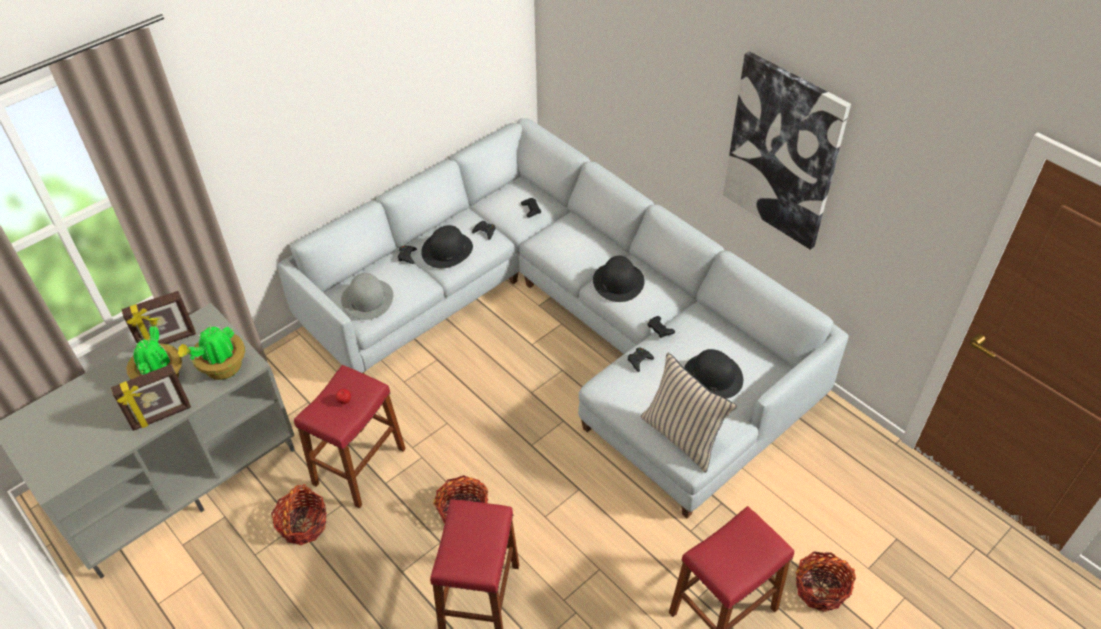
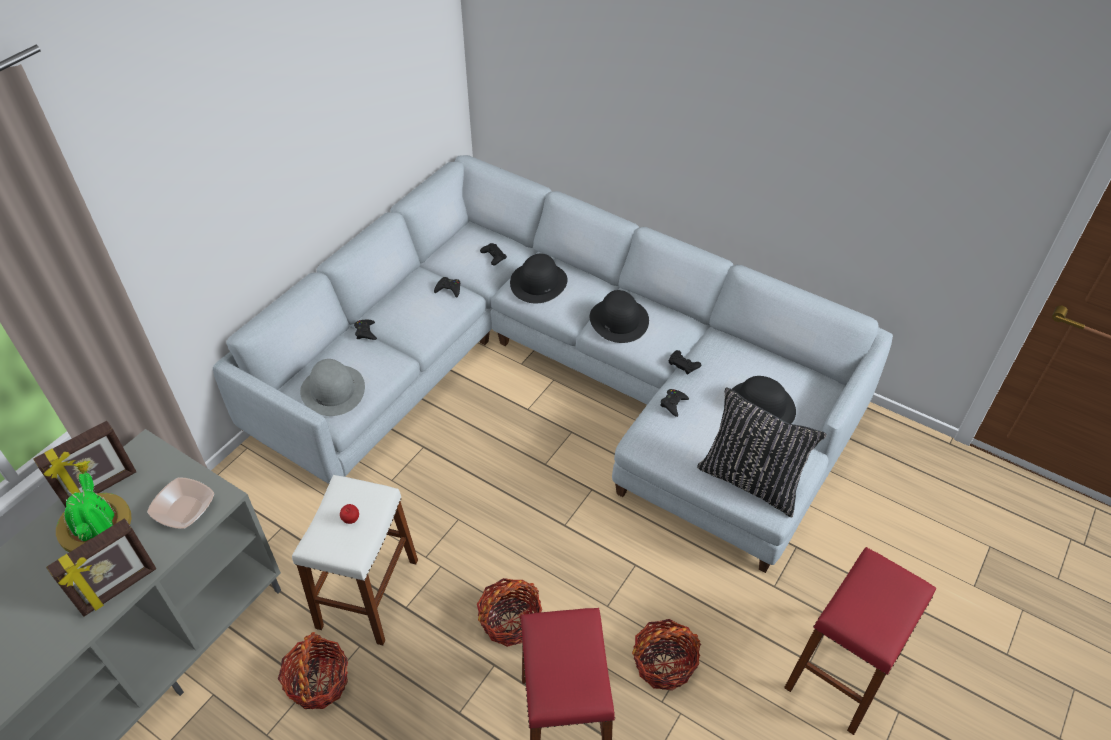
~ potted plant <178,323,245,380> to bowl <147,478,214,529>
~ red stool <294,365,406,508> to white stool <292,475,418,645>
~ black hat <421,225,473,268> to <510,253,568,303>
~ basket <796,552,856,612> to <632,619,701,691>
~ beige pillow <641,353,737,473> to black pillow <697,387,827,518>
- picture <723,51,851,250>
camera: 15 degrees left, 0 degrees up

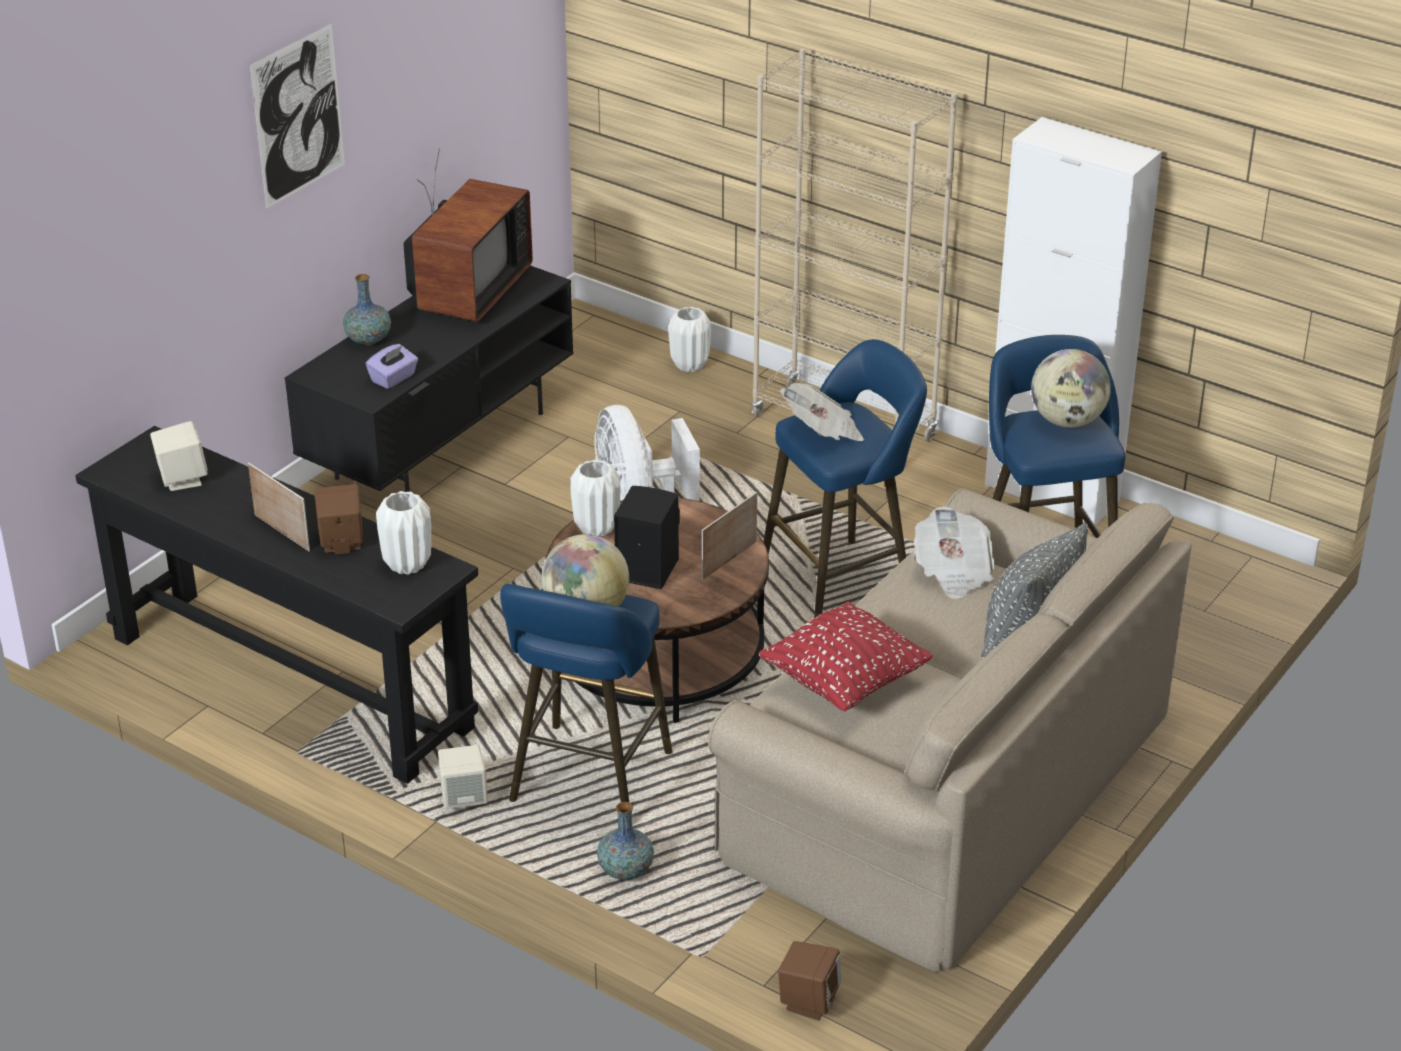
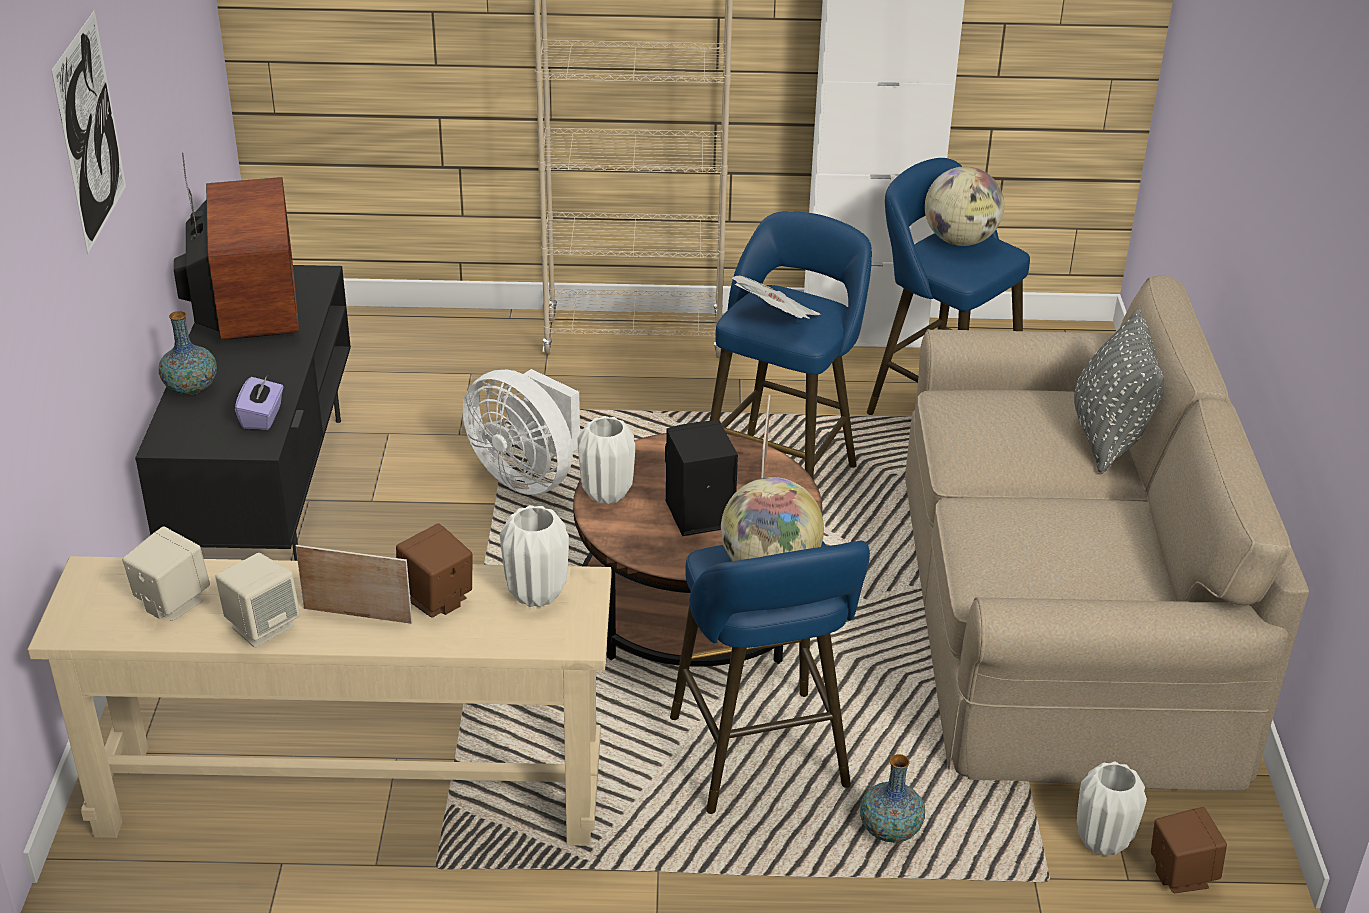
~ black console table <75,426,478,784> to beige console table <28,556,612,846>
~ beige speaker <438,745,488,809> to <215,553,300,648>
~ white vase <668,307,711,372> to <1077,761,1147,856>
- red pillow <759,602,933,711>
- newspaper <913,506,994,599>
camera: 35 degrees left, 0 degrees up

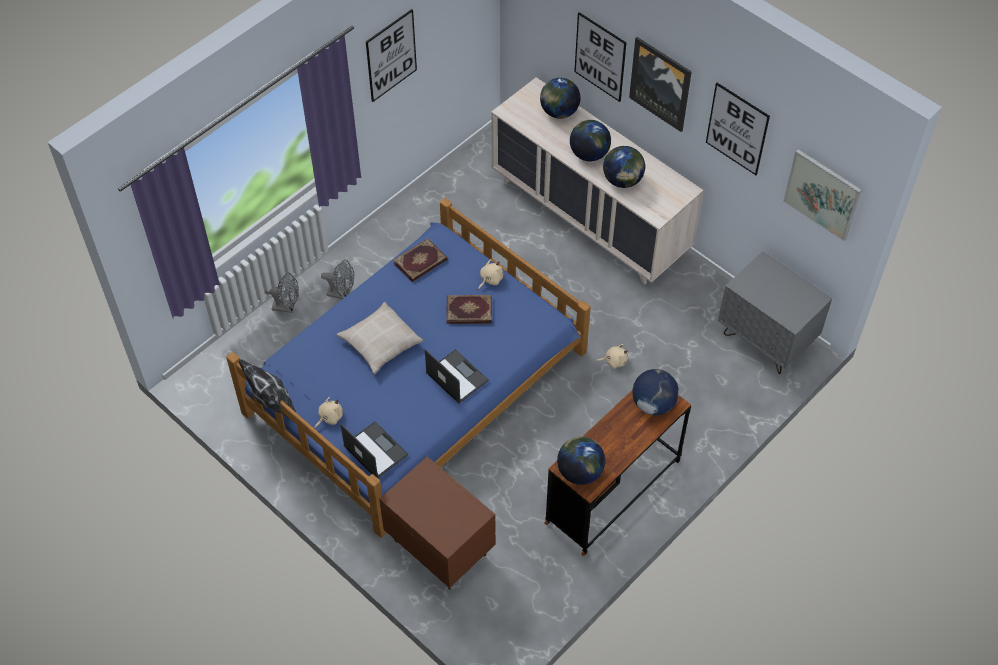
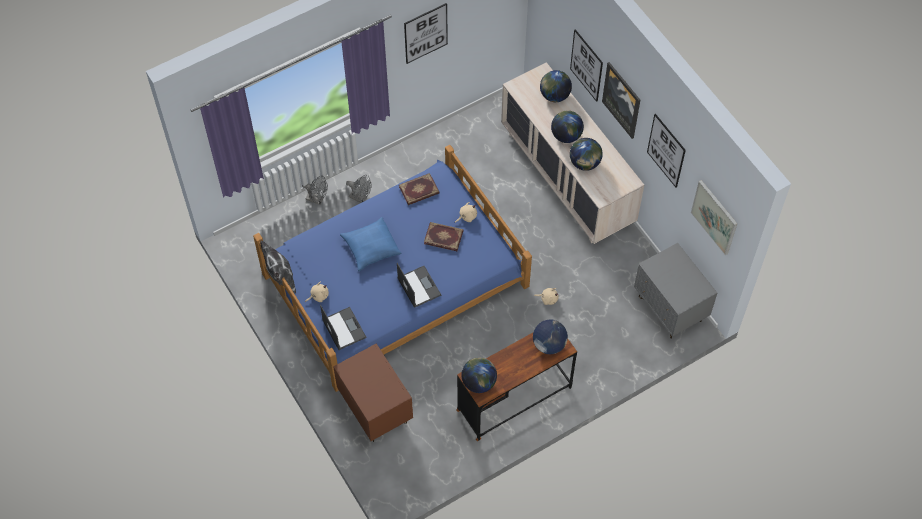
~ beige pillow <336,302,423,374> to blue pillow <340,217,401,271>
camera: 15 degrees right, 5 degrees up

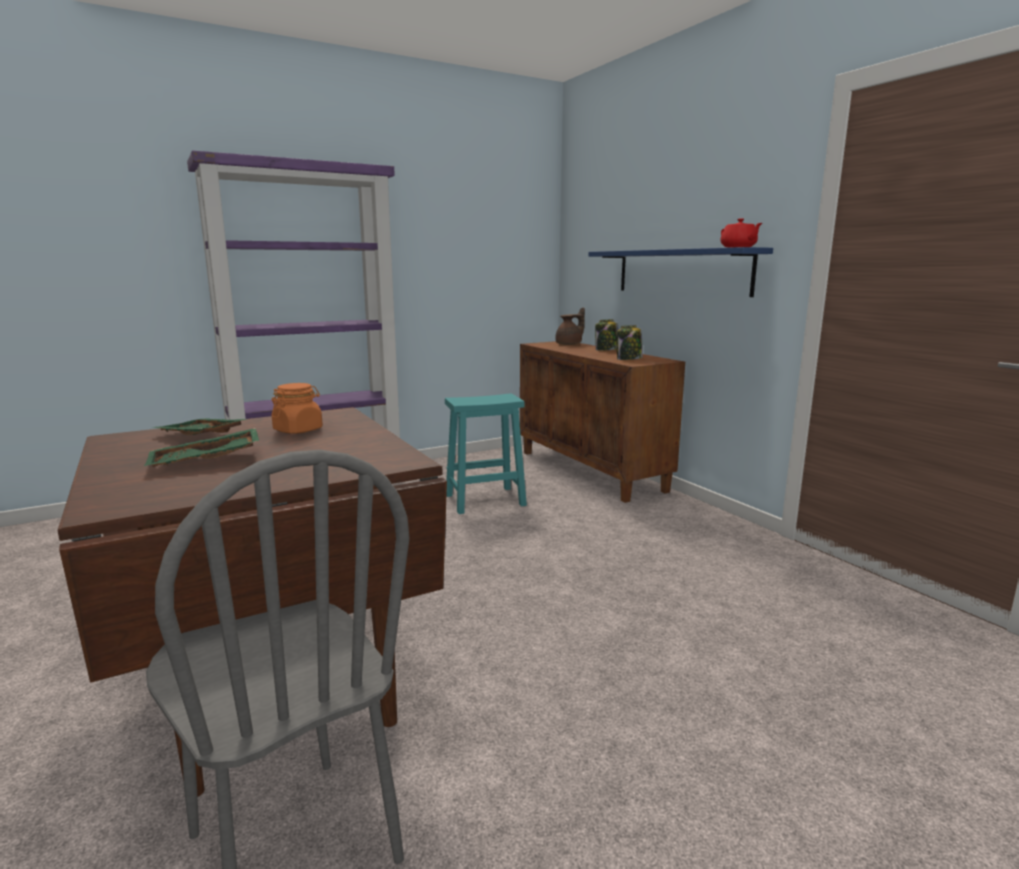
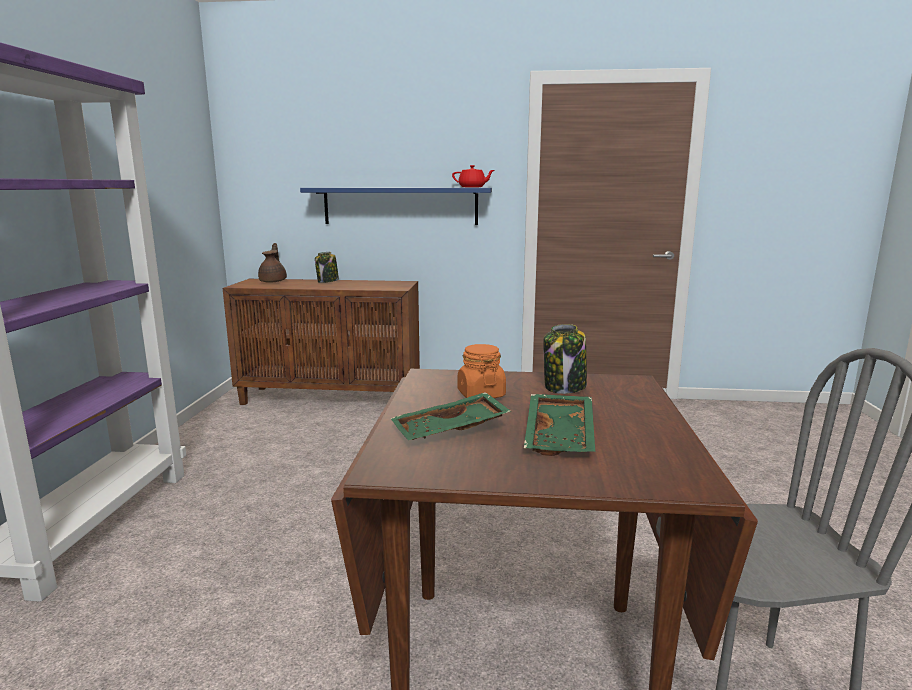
~ jar <616,325,643,360> to <543,324,587,394>
- turquoise stool <445,394,527,514>
camera: 55 degrees left, 0 degrees up

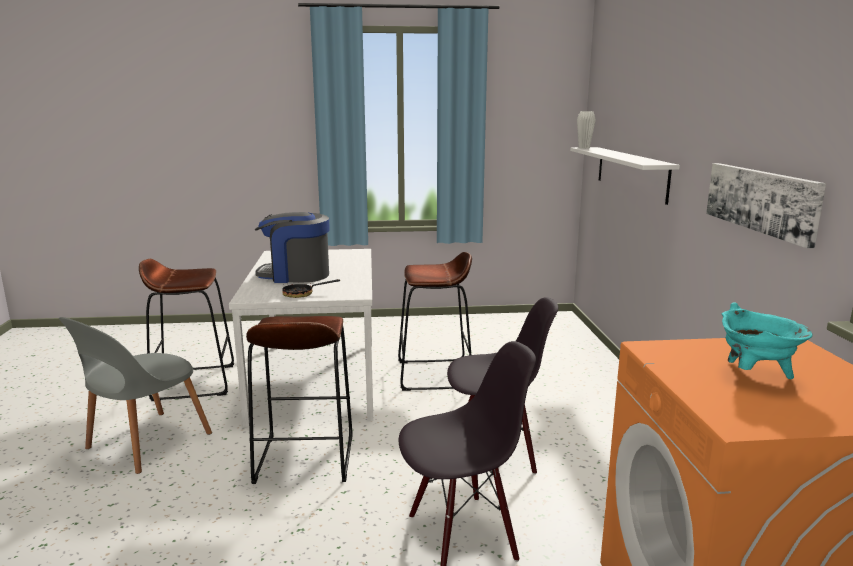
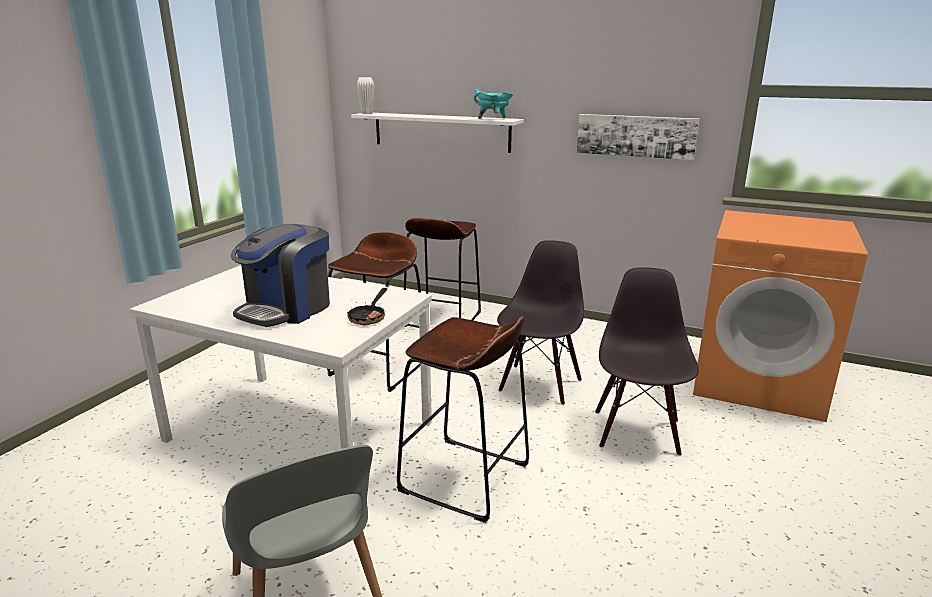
~ brown stool <139,259,234,401> to <404,218,481,327>
~ turquoise cooking pot <722,302,813,379> to <473,89,514,119>
camera: 60 degrees left, 5 degrees up

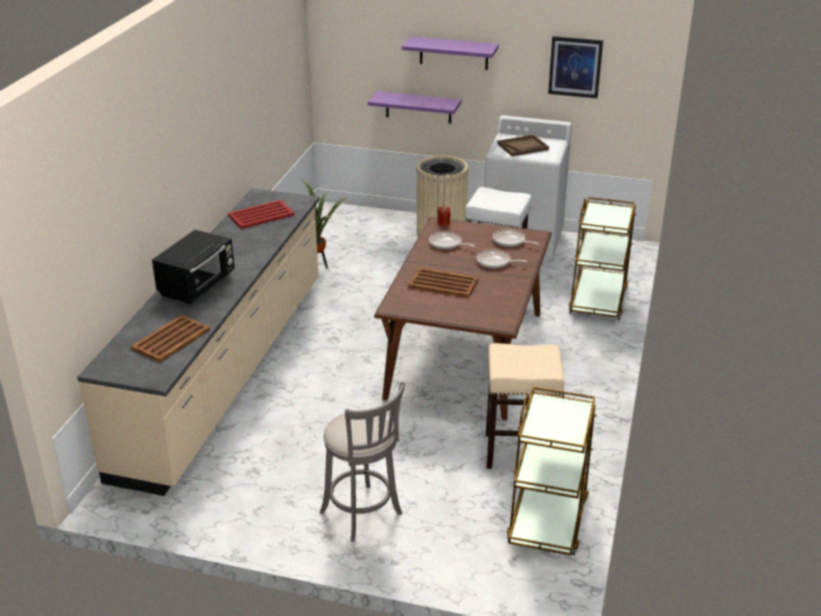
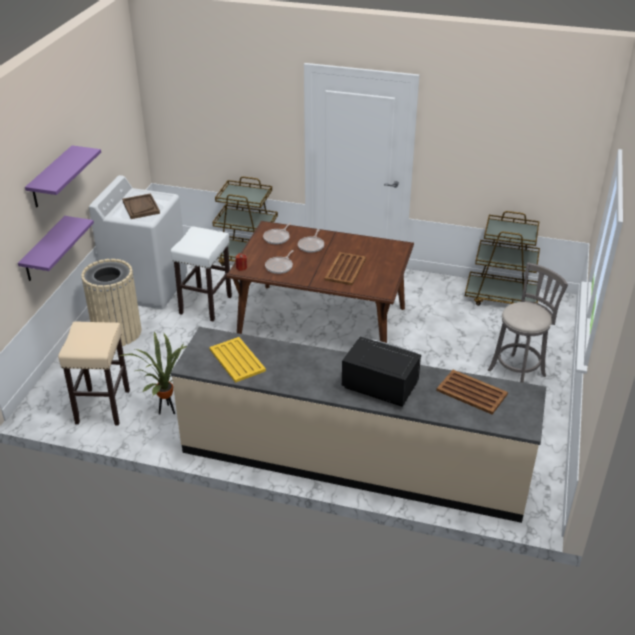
~ beige stool <486,343,565,469> to <58,321,130,426>
~ red tray <228,200,295,229> to yellow tray <209,337,266,383>
- picture <548,36,603,98>
camera: 90 degrees left, 5 degrees up

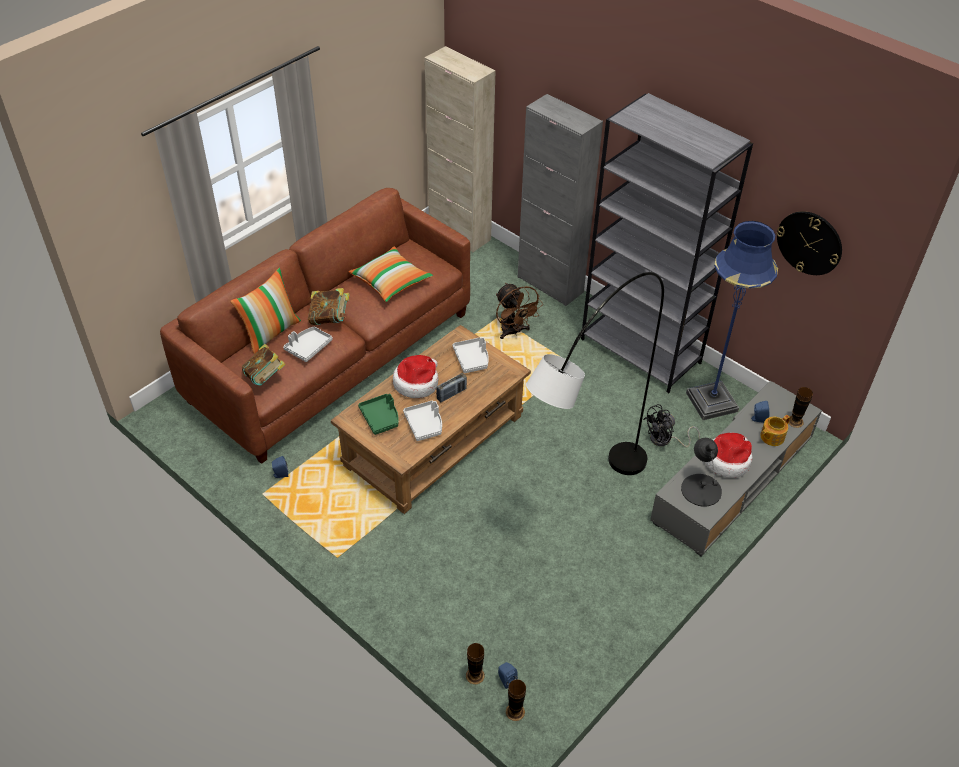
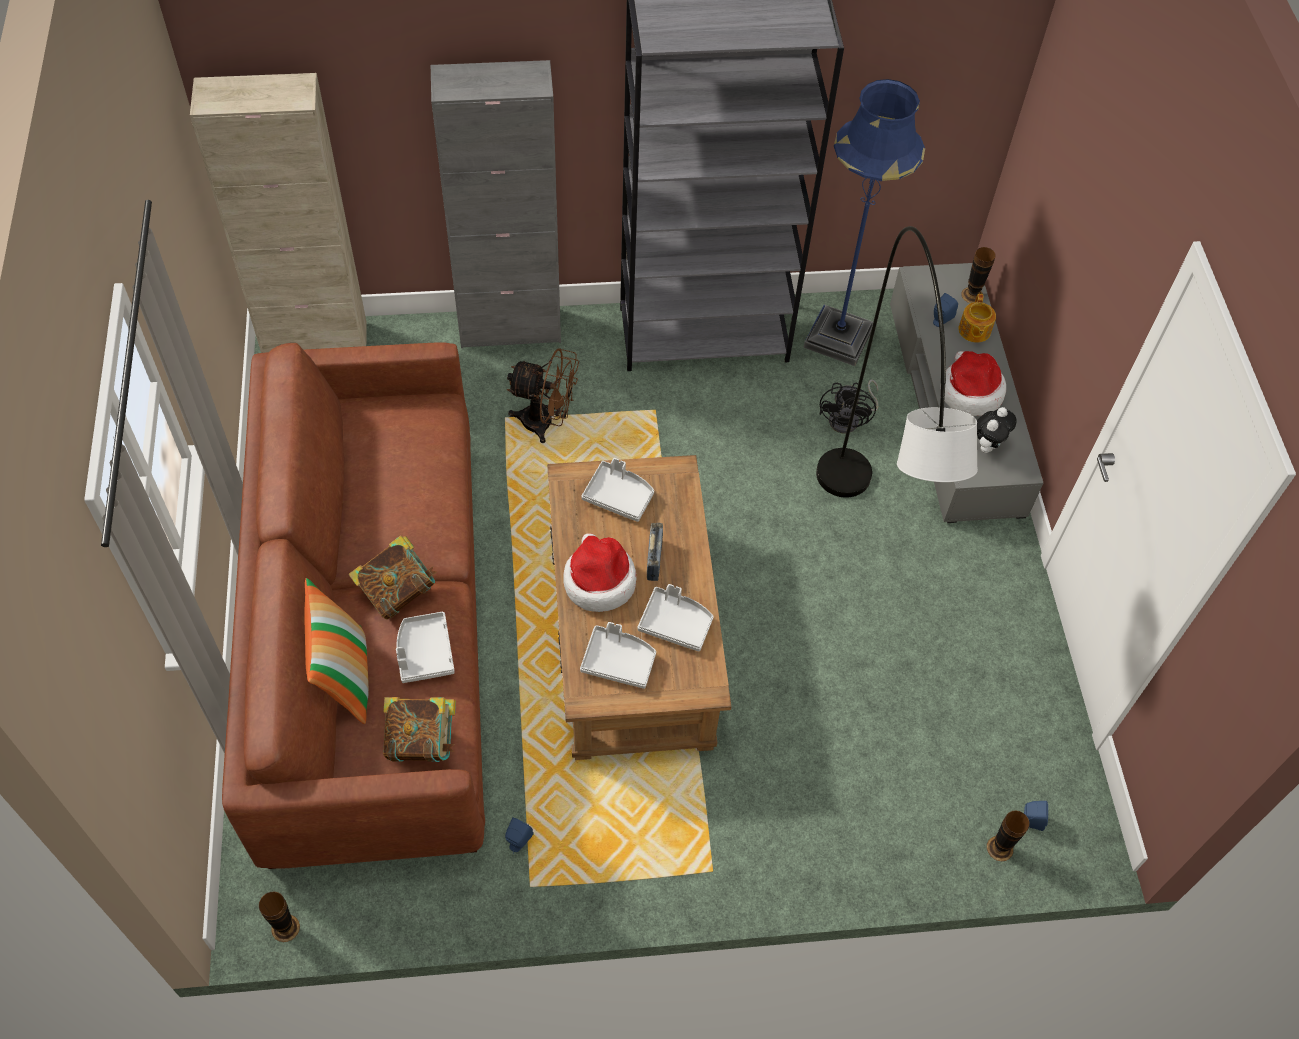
~ vase <506,679,526,721> to <259,892,300,942>
~ green tray <358,394,399,435> to grey tray <580,622,656,689>
~ black table lamp <681,438,722,506> to plush toy <977,407,1017,453>
- pillow <349,246,433,302>
- wall clock <777,211,842,275>
camera: 50 degrees left, 10 degrees up

